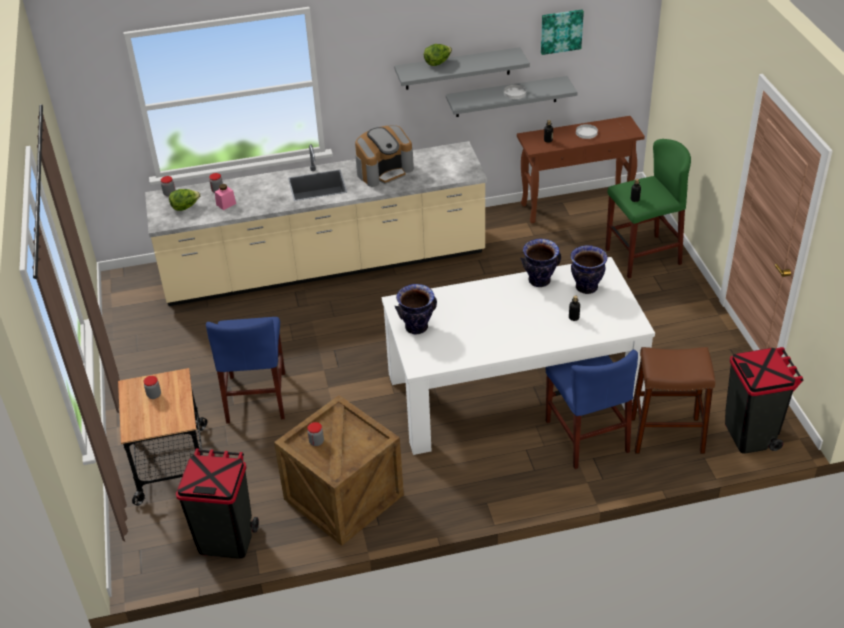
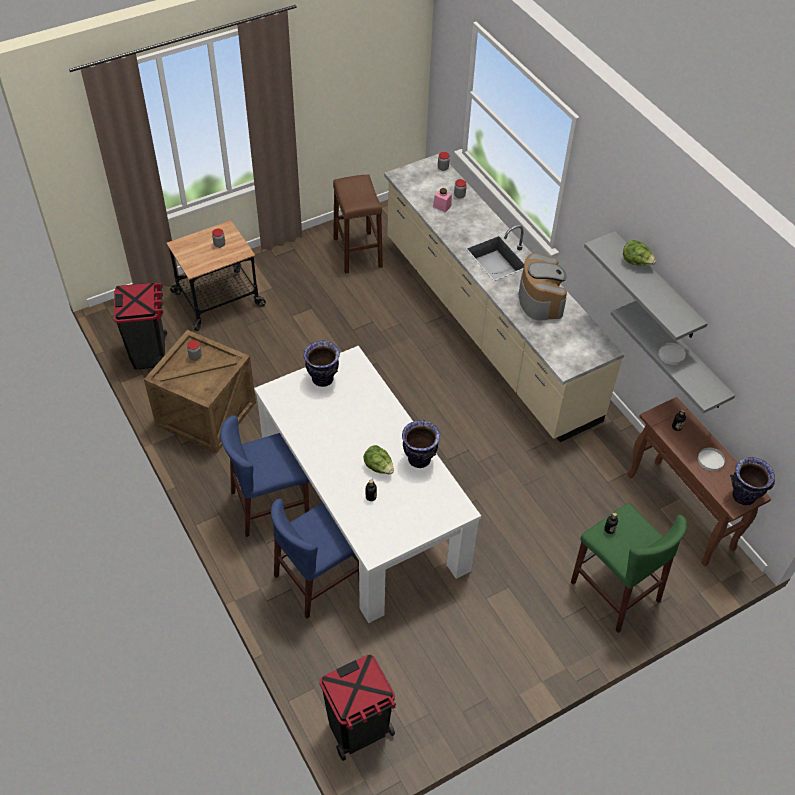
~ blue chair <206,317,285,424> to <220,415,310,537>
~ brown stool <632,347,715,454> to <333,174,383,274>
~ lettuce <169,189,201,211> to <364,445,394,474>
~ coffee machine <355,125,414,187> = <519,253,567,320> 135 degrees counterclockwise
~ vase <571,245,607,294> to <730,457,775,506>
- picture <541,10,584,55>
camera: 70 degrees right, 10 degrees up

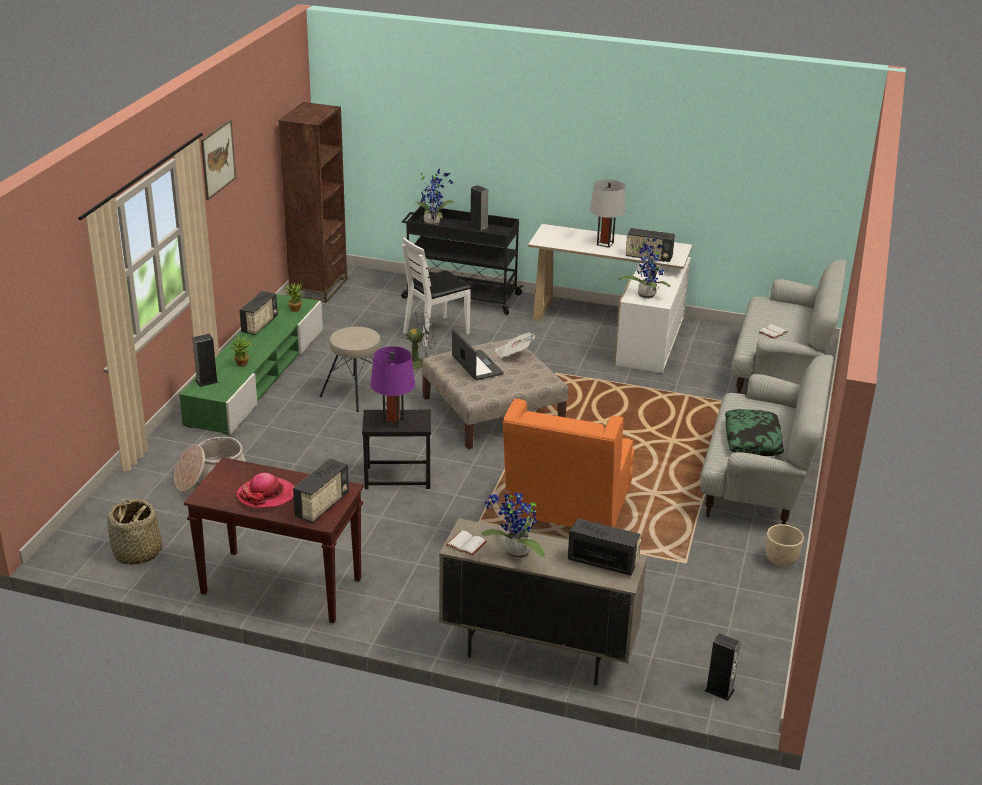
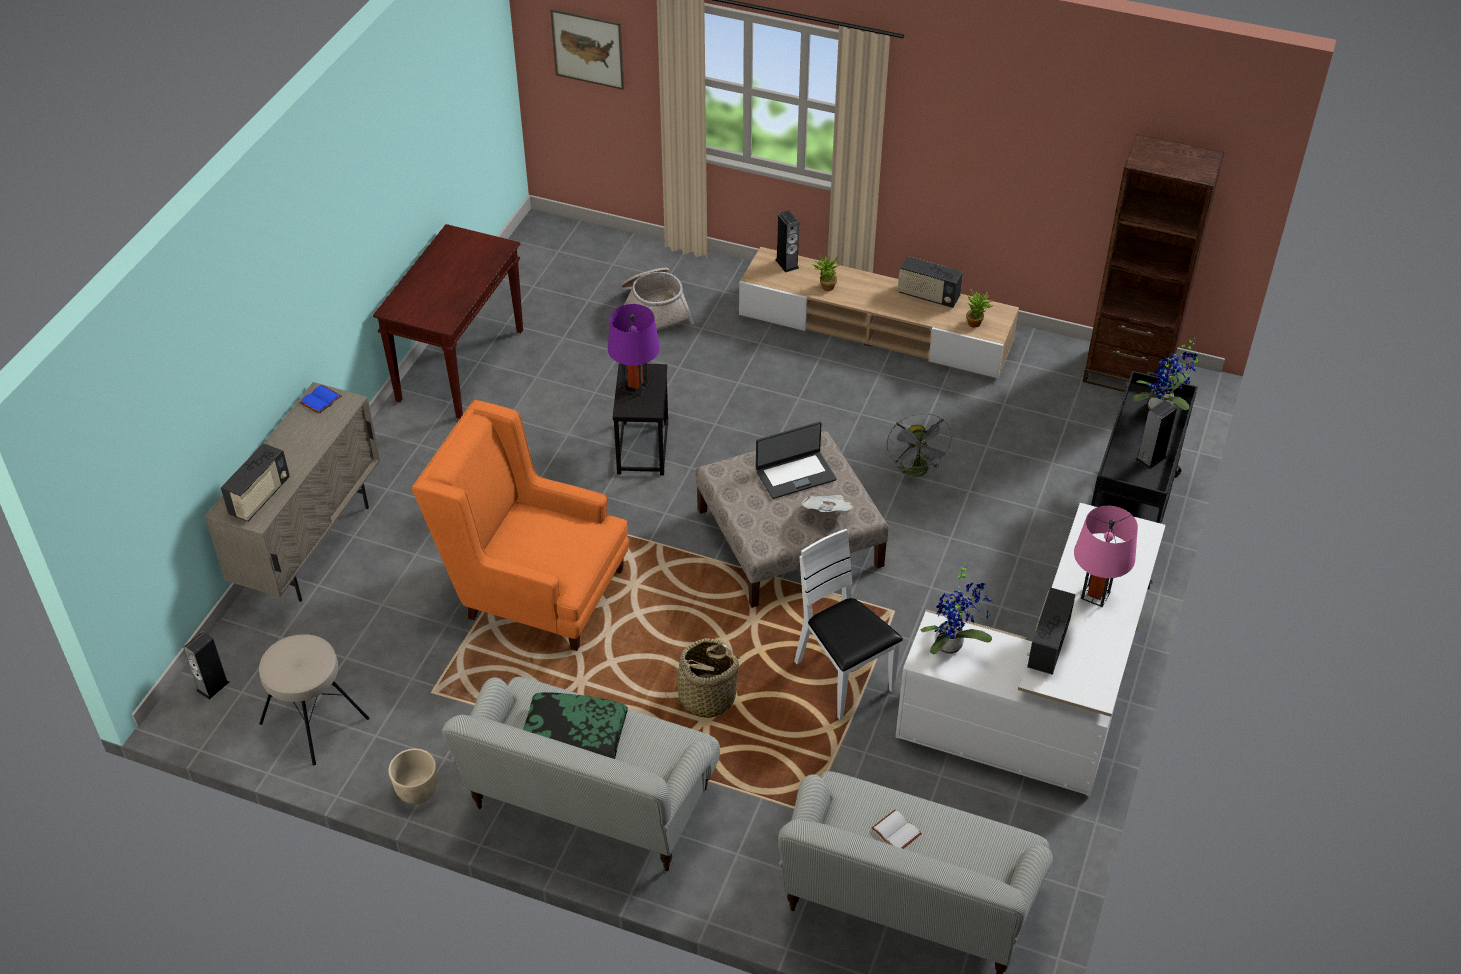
~ beige stool <319,327,381,412> to <259,634,369,765>
~ white book <446,530,487,556> to blue book <299,385,342,414>
~ picture <201,120,236,200> to <550,9,624,90>
~ basket <107,499,162,565> to <664,638,743,718>
~ green tv stand <179,294,323,435> to beige tv stand <739,247,1019,378>
~ white chair <402,237,472,347> to <794,529,903,720>
~ grey table lamp <590,179,626,248> to pink table lamp <1074,506,1138,607>
- hat <236,473,295,508>
- radio <293,458,349,523>
- potted plant <481,490,545,559>
camera: 95 degrees right, 15 degrees up

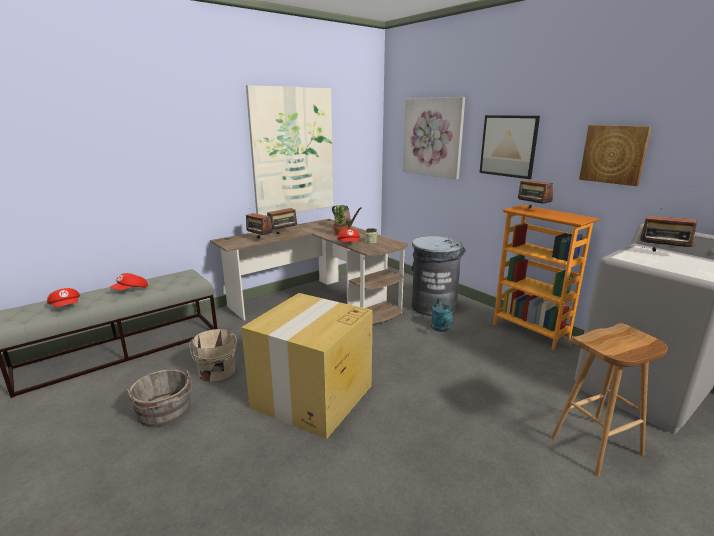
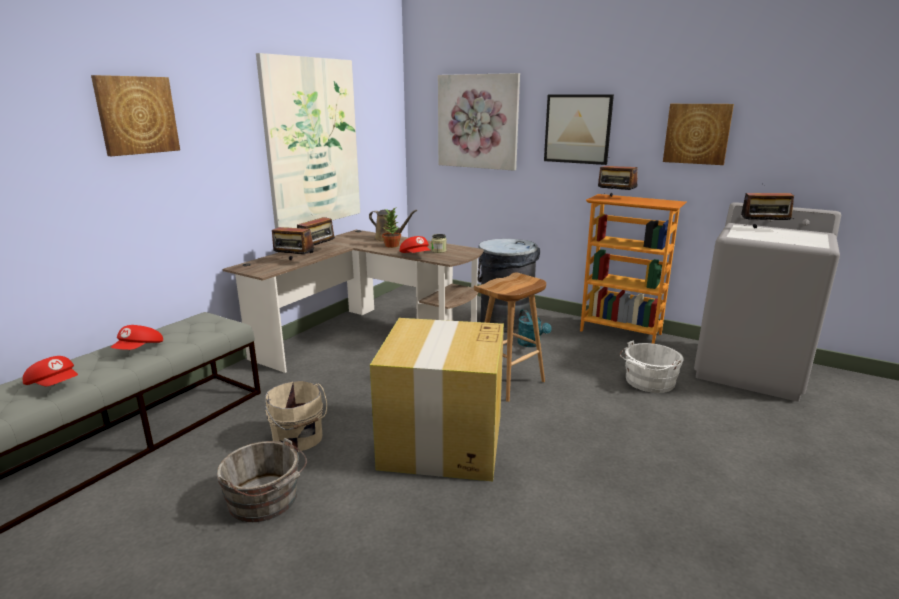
+ picture <91,75,180,156>
~ brown stool <551,323,668,476> to <474,272,546,402>
+ white bucket <620,341,684,393>
camera: 20 degrees left, 0 degrees up

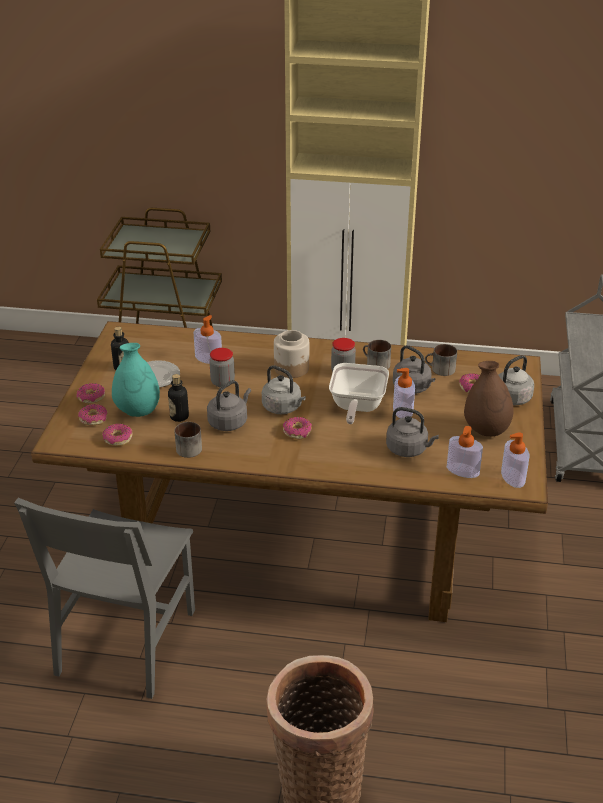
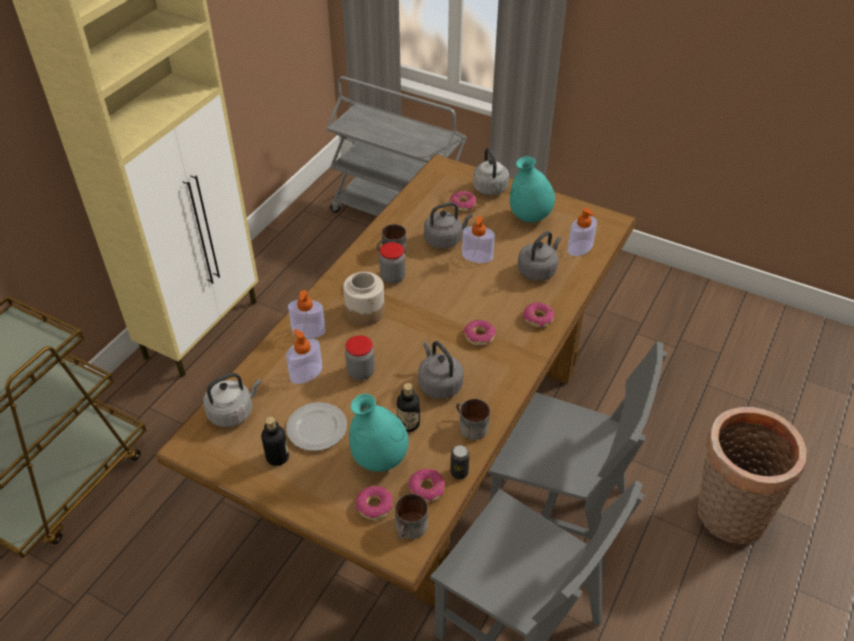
~ grey kettle <262,365,306,414> to <203,373,262,427>
~ soap dispenser <501,432,529,488> to <288,290,326,338>
~ mug <425,344,457,376> to <395,494,428,539>
+ can <450,445,470,479>
+ grey chair <488,341,667,573>
~ brown vase <464,361,514,436> to turquoise vase <510,156,555,223>
~ donut <76,383,105,404> to <523,302,555,327>
- frying pan <329,363,389,424>
camera: 70 degrees left, 10 degrees up

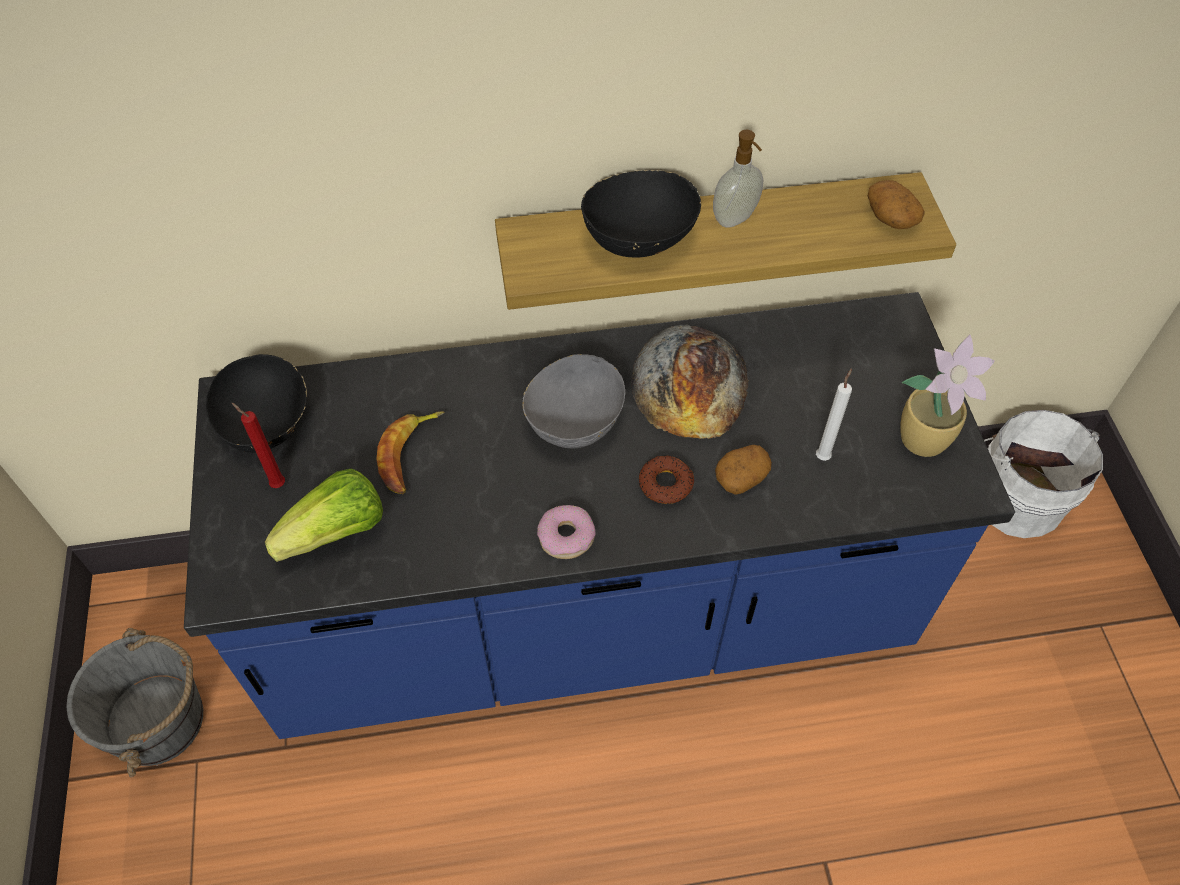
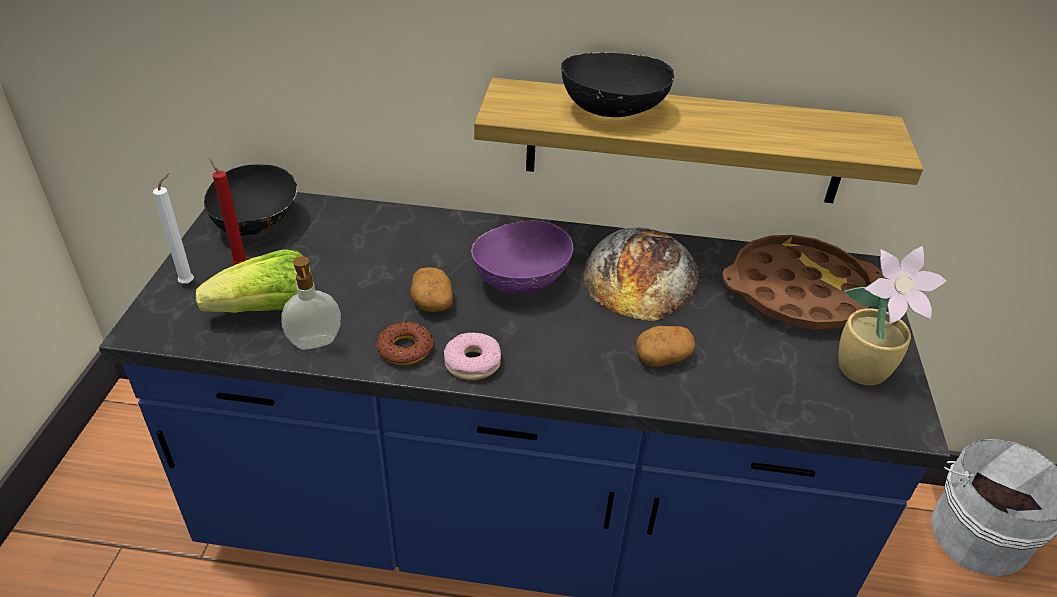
~ white candle <816,368,852,461> to <153,173,194,284>
~ soap dispenser <713,130,763,228> to <281,256,341,349>
~ donut <639,456,694,504> to <376,321,433,365>
~ potato <868,180,924,229> to <410,267,453,312>
~ grey bowl <522,354,625,448> to purple bowl <471,220,573,294>
+ brown tray <722,235,884,330>
- grey bucket <66,628,203,777>
- banana <376,411,444,494>
camera: 15 degrees right, 15 degrees down

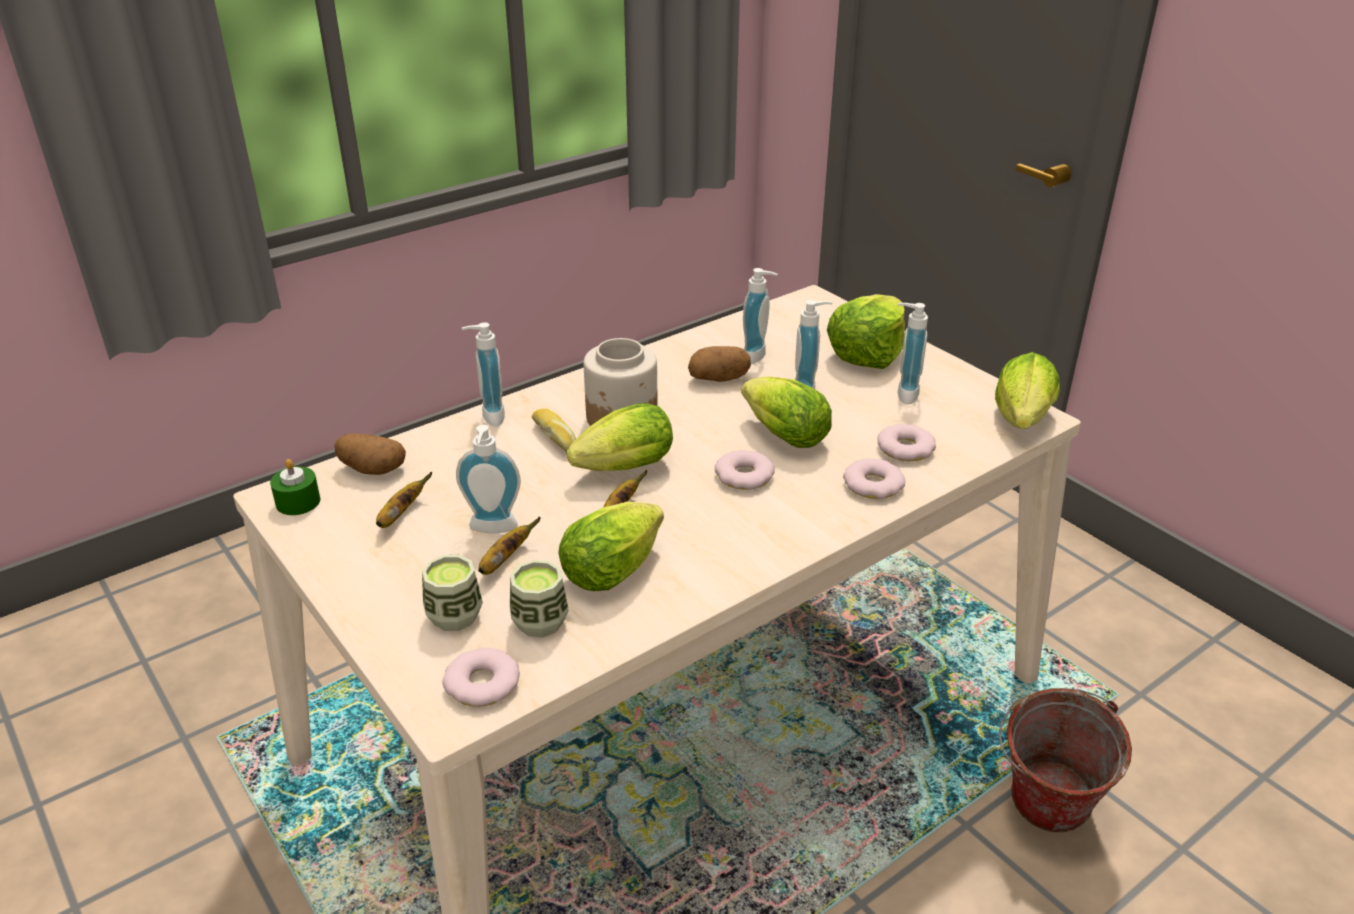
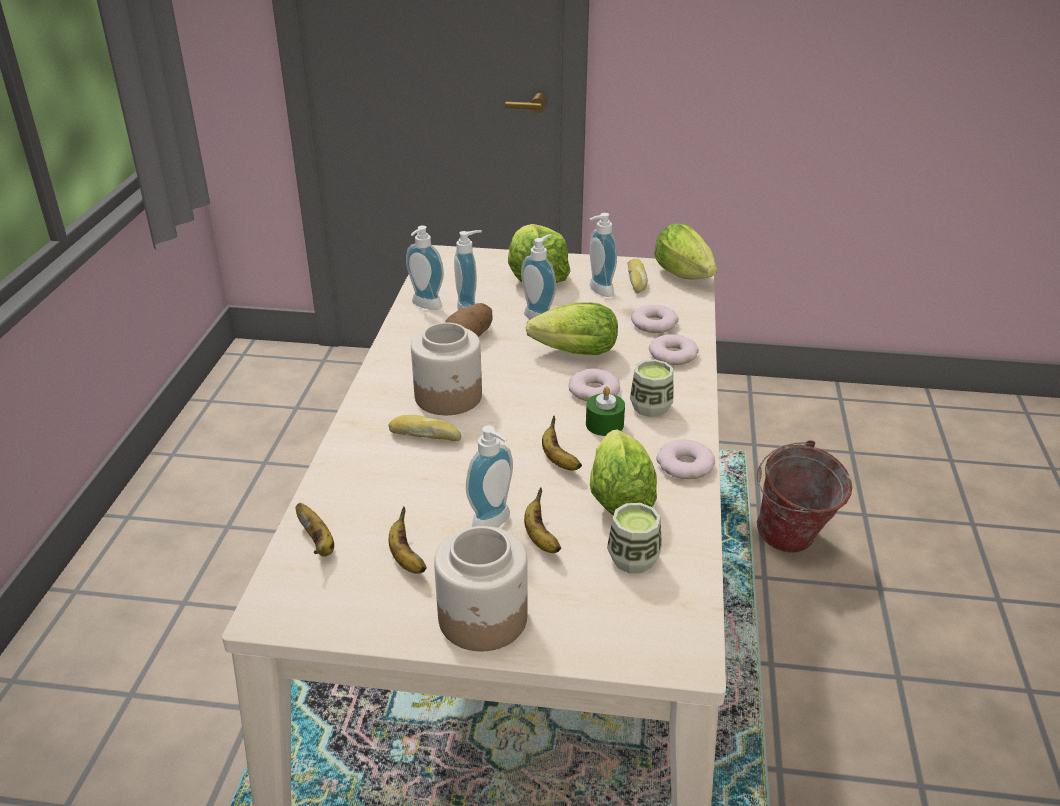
~ potato <334,434,406,475> to banana <296,503,334,557>
~ soap dispenser <462,322,505,426> to <406,226,444,310>
+ jar <434,526,528,651>
~ green candle <270,459,320,515> to <586,386,625,436>
+ bread <627,259,648,294>
~ cup <422,555,483,631> to <630,359,674,417>
~ donut <442,648,520,707> to <656,439,715,479>
- lettuce <567,403,673,471>
camera: 45 degrees left, 0 degrees up

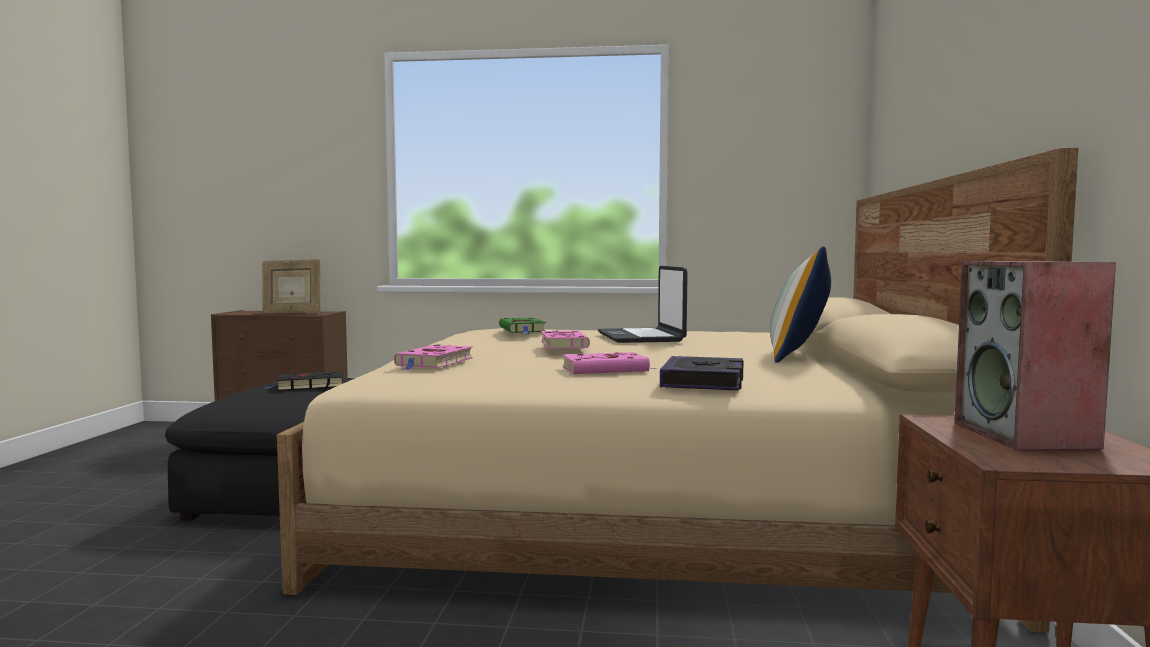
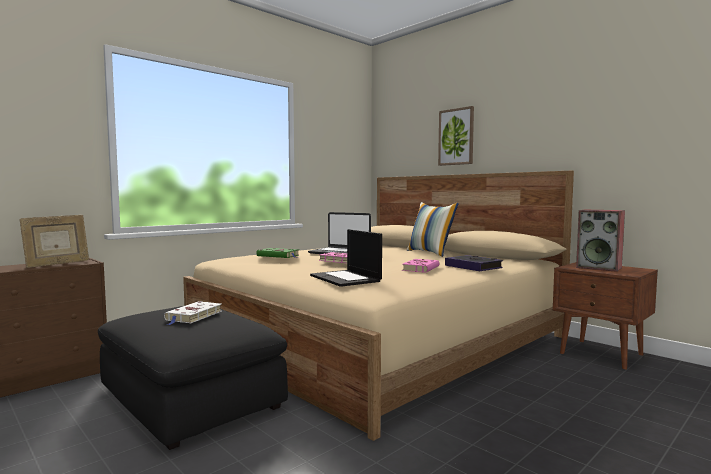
~ black book <264,371,343,391> to white book <164,301,222,325>
~ pink book <394,345,473,370> to laptop <310,229,382,287>
+ picture <438,106,474,166>
camera: 50 degrees left, 0 degrees up

